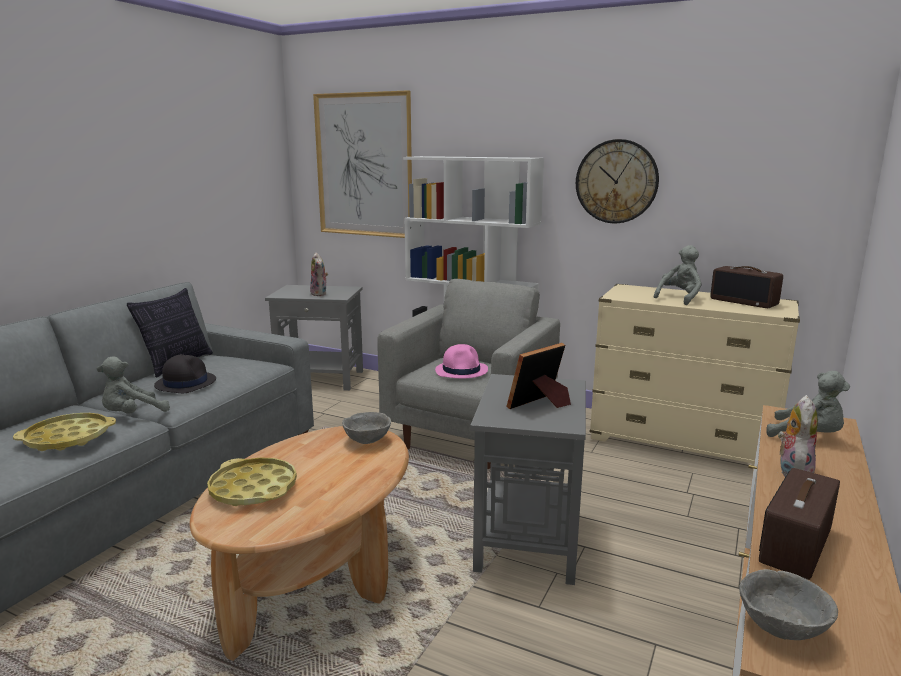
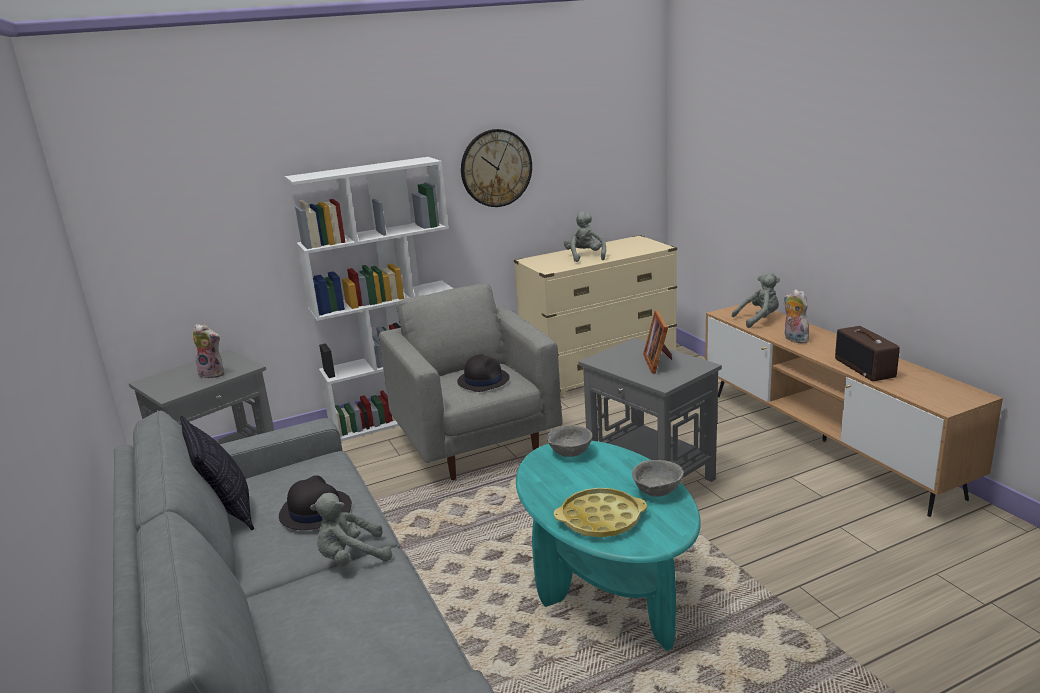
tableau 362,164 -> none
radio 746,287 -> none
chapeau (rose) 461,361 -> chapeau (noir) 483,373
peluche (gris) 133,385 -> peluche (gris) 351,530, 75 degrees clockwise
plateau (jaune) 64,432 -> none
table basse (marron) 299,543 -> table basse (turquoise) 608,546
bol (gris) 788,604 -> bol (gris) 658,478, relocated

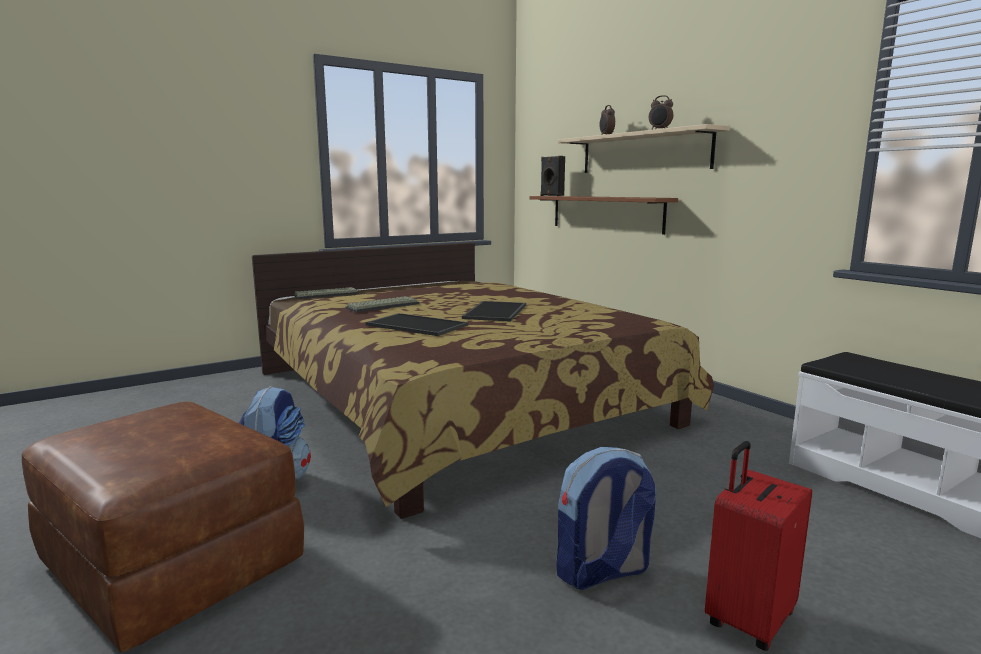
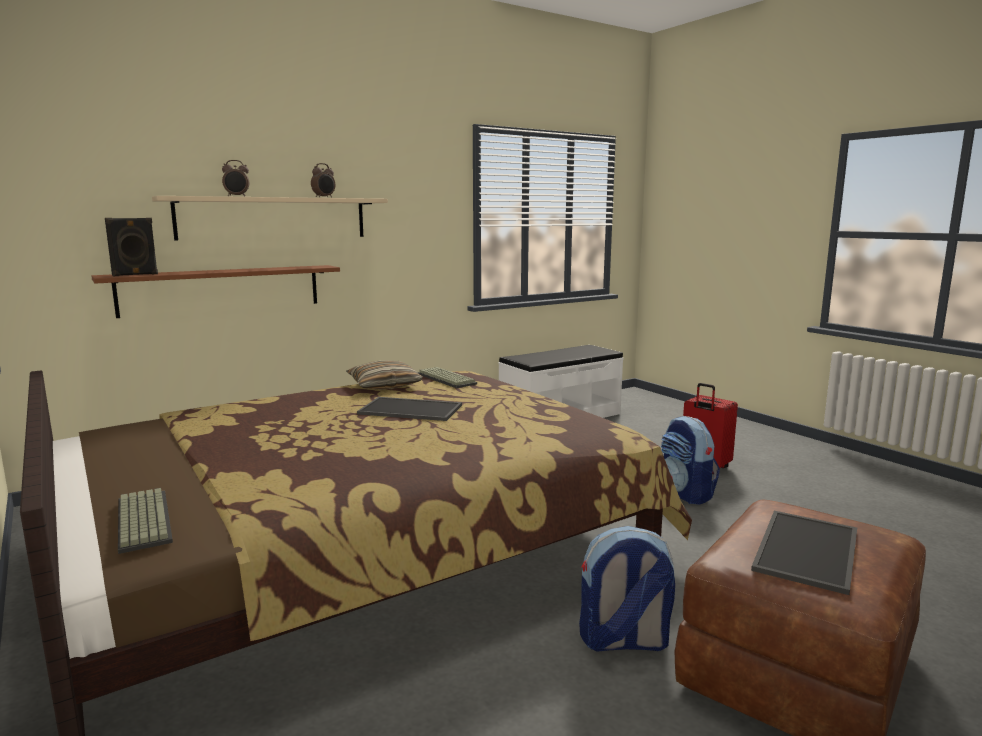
clavier 382,304 -> clavier 447,377, relocated
plateau 417,324 -> plateau 804,553, relocated
none -> coussin 384,375

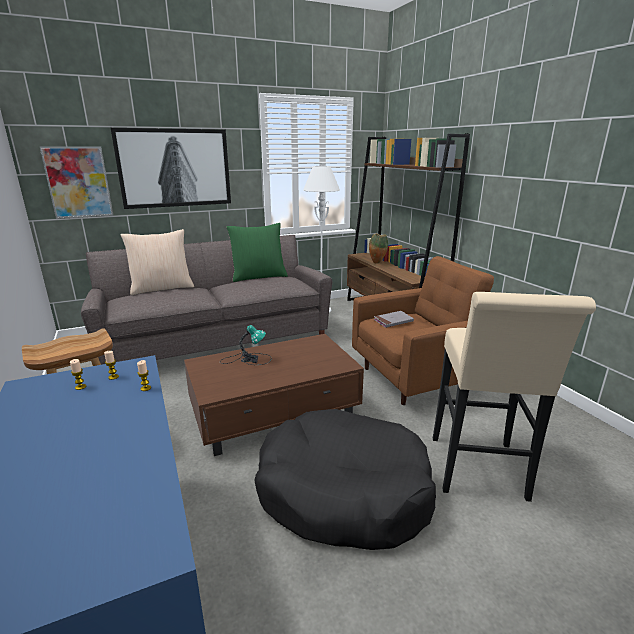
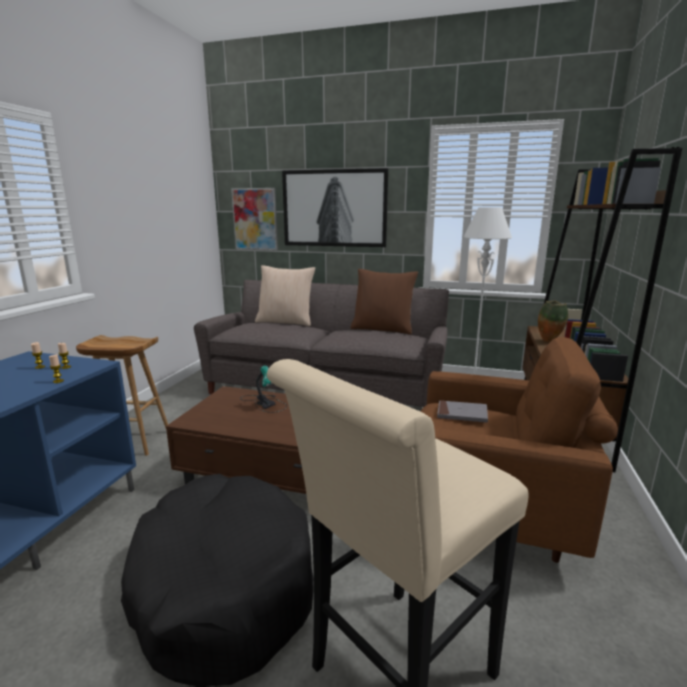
coussin (vert) 257,252 -> coussin (marron) 384,302

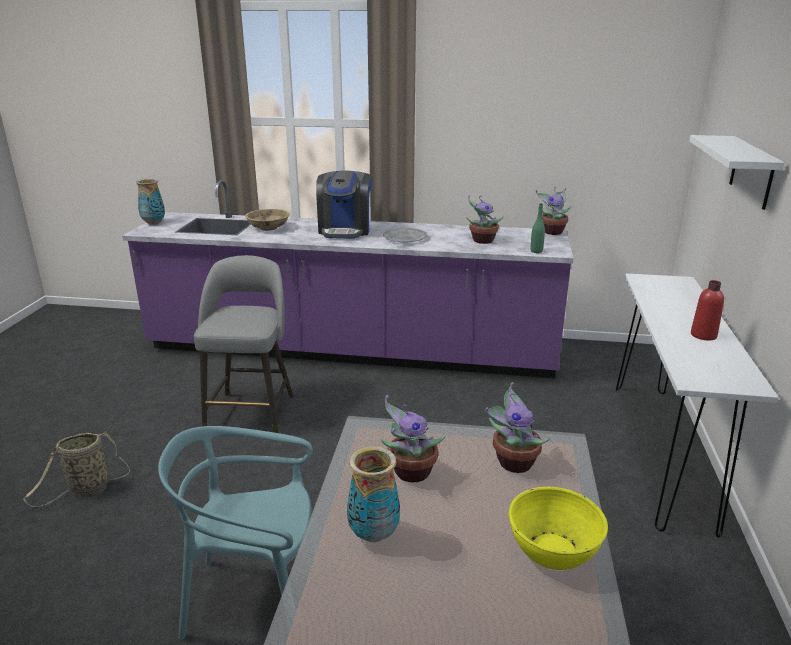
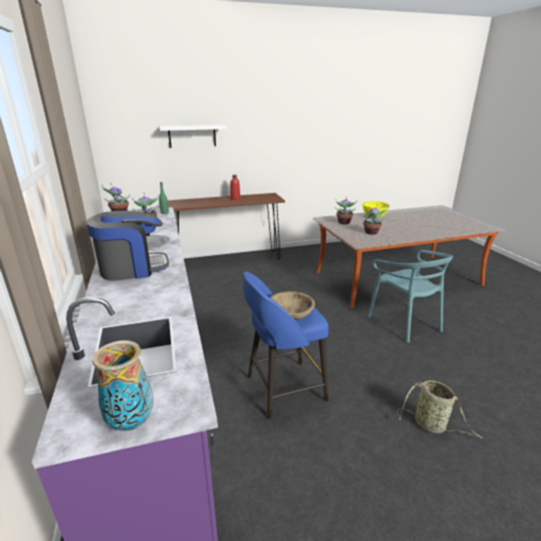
bol (beige) 267,220 -> bol (beige) 292,305, relocated
tabouret (gris) 244,344 -> tabouret (bleu) 286,345
table console (blanc) 697,405 -> table console (marron) 226,226
vase 373,494 -> none

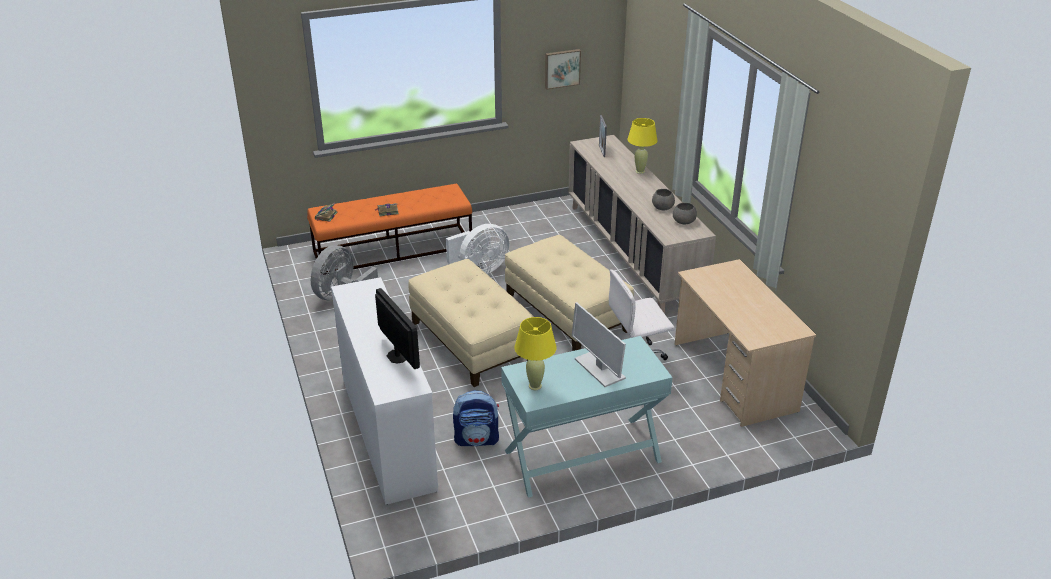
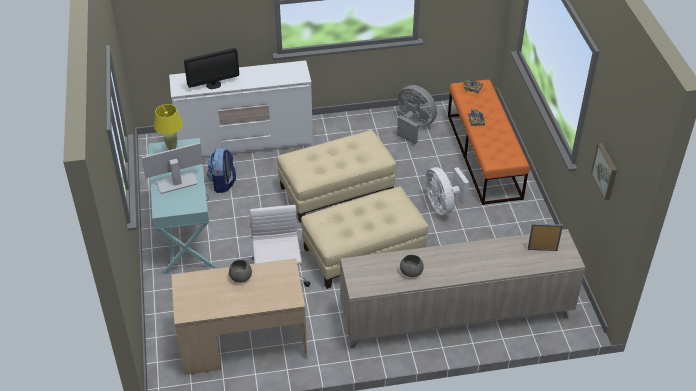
lampe de table (jaune) 642,146 -> none
bol (gris) 685,213 -> bol (gris) 240,271, relocated

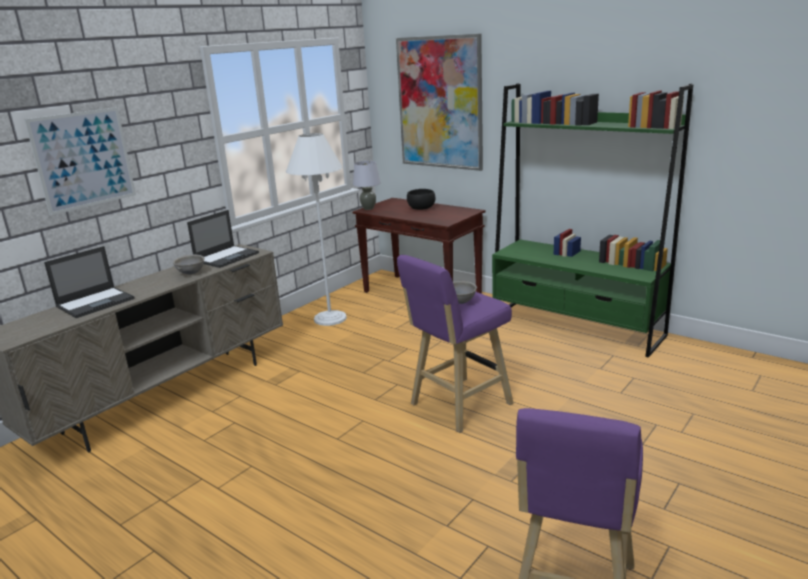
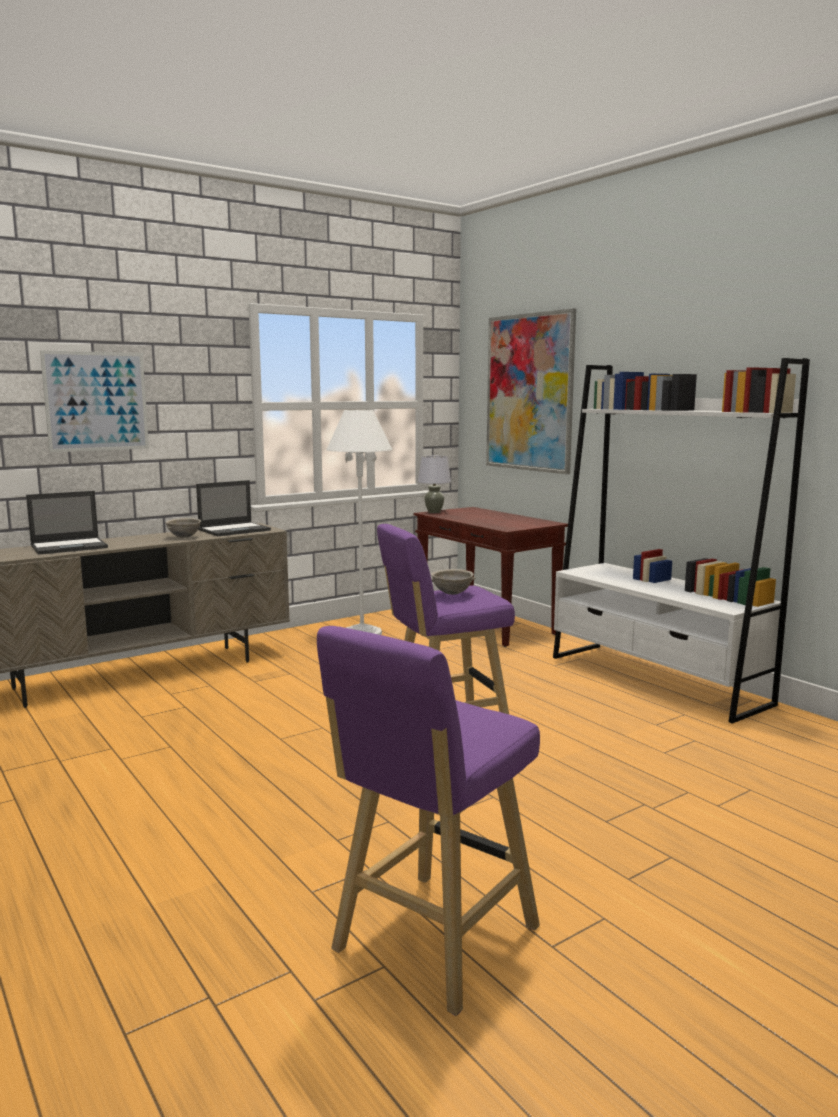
bibliothèque (vert) 592,220 -> bibliothèque (blanc) 681,541
bol (noir) 421,199 -> none

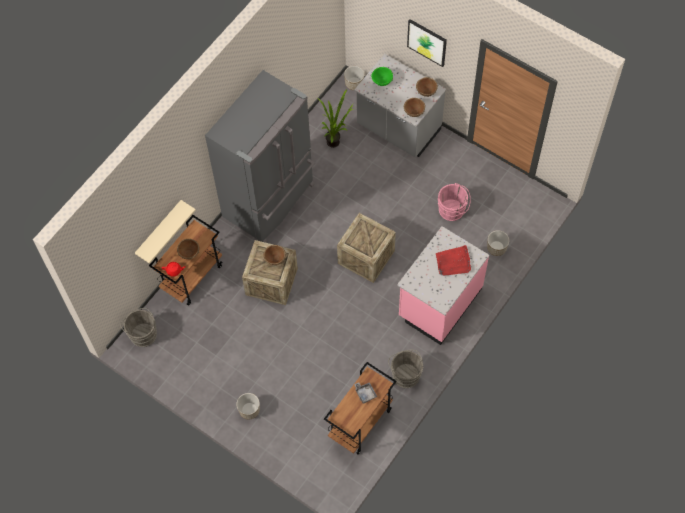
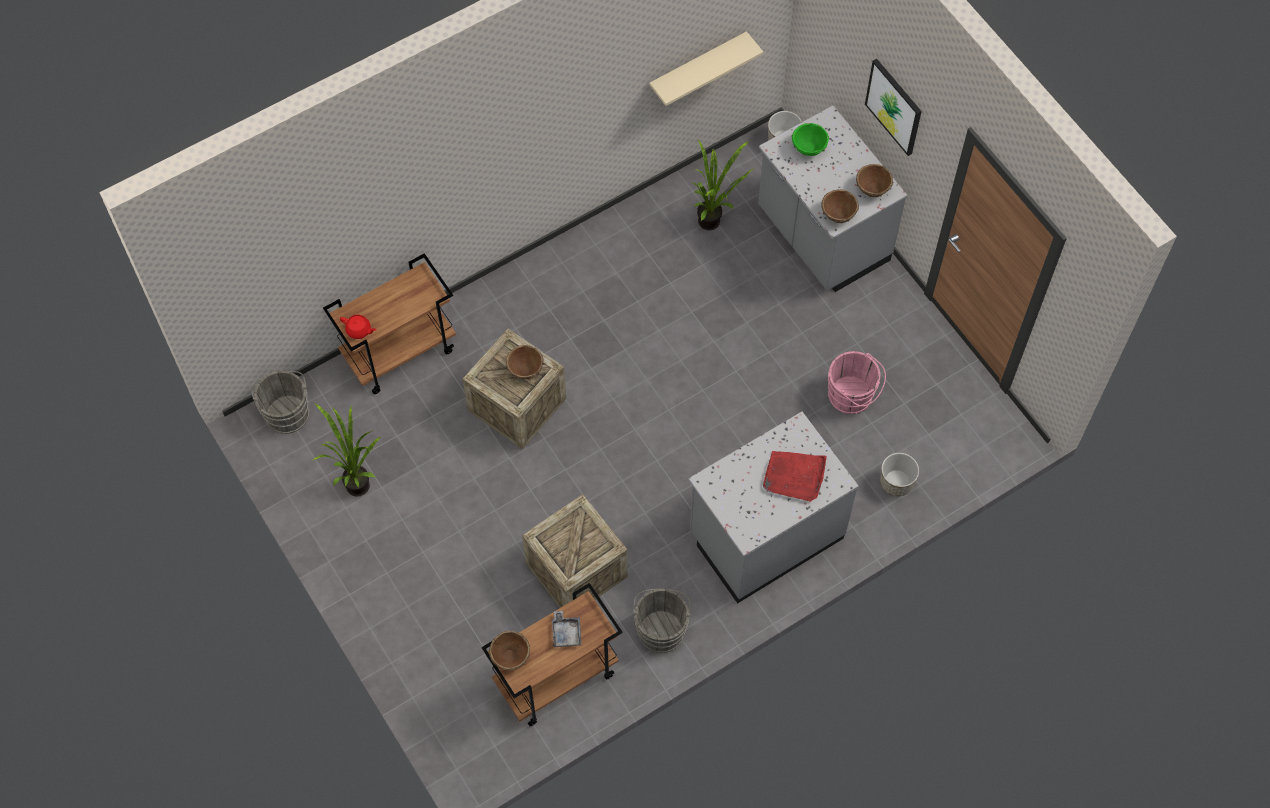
réfrigérateur (gris) 260,156 -> none
étagère (beige) 165,232 -> étagère (beige) 706,68, relocated
caisse 366,248 -> caisse 575,551, relocated
comptoir de cuisine (rose) 443,285 -> comptoir de cuisine (gris) 773,508
bol (marron) 188,249 -> bol (marron) 509,651, relocated
cache-pot 248,406 -> none
none -> plante en pot 346,450

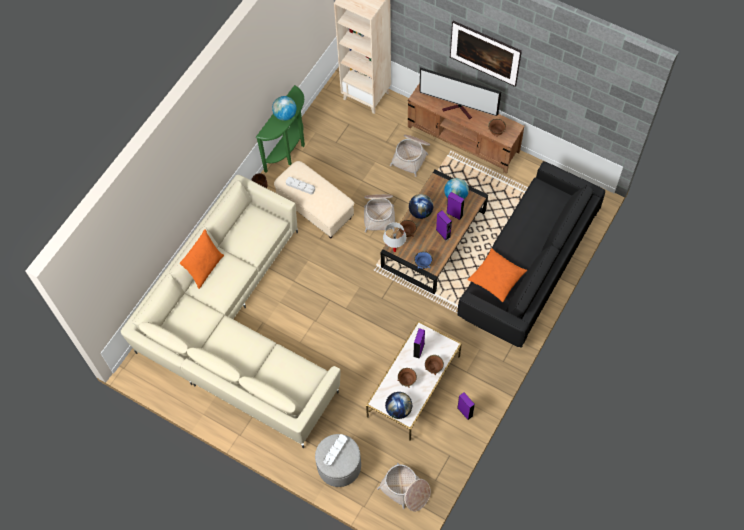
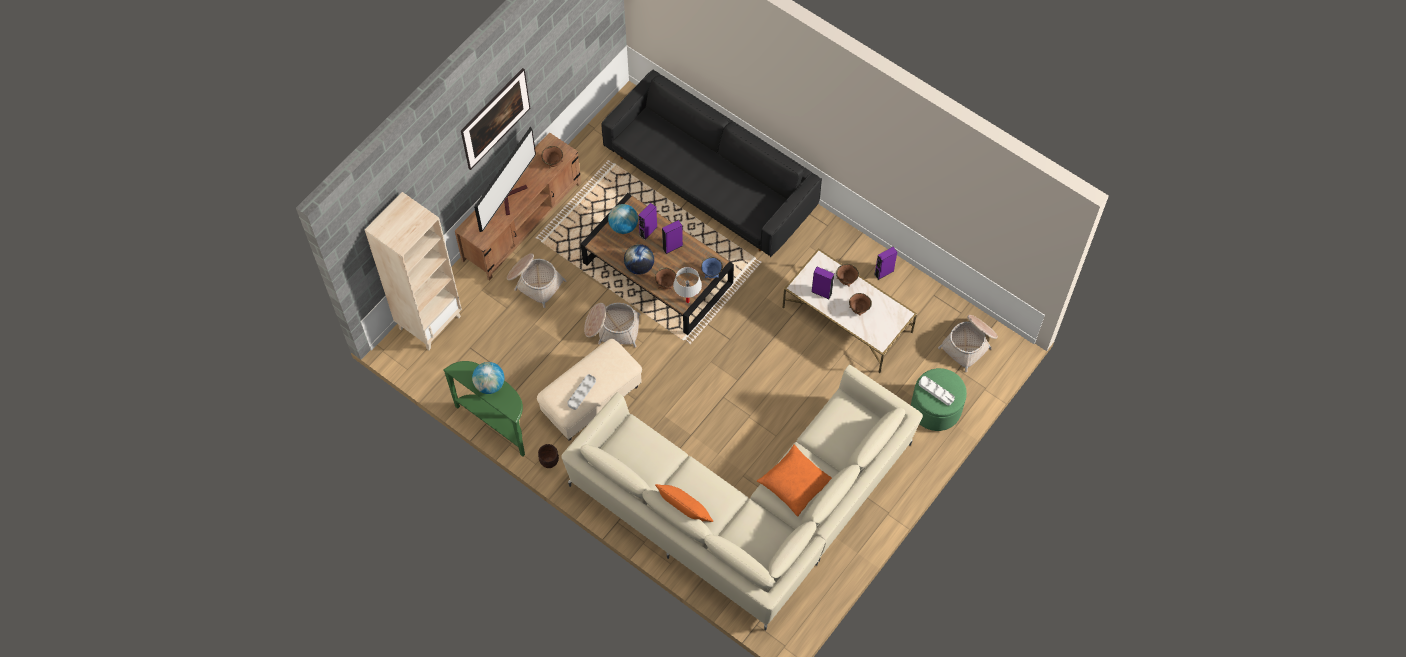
coussin (orange) 497,275 -> coussin (orange) 794,480, relocated
globe 398,405 -> none
pouf (gris) 338,460 -> pouf (vert) 939,399

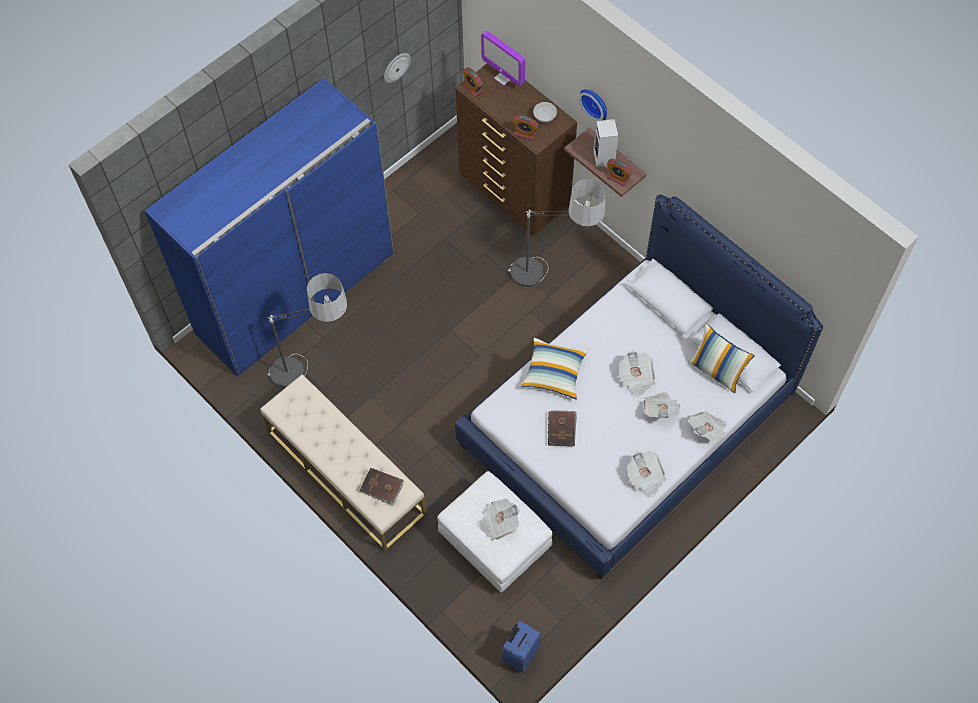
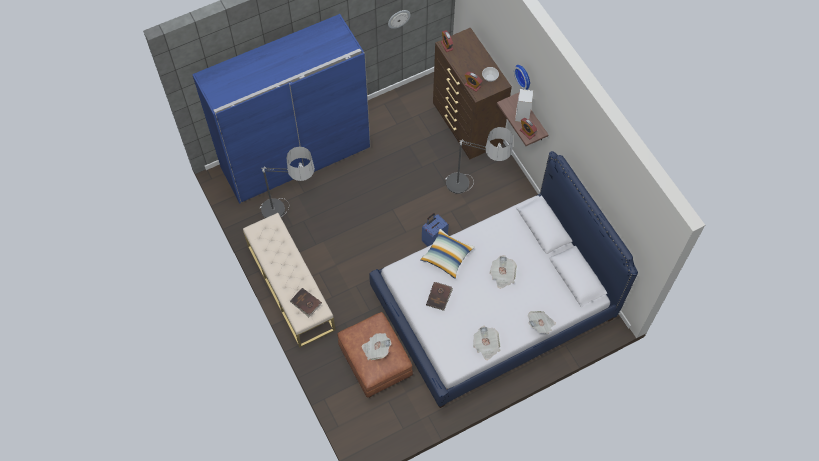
écran d'ordinateur 503,58 -> none
coussin 721,358 -> none
journal 662,406 -> none
pouf (blanc) 495,532 -> pouf (marron) 375,355
valise (bleu) 522,646 -> valise (bleu) 435,229, relocated

